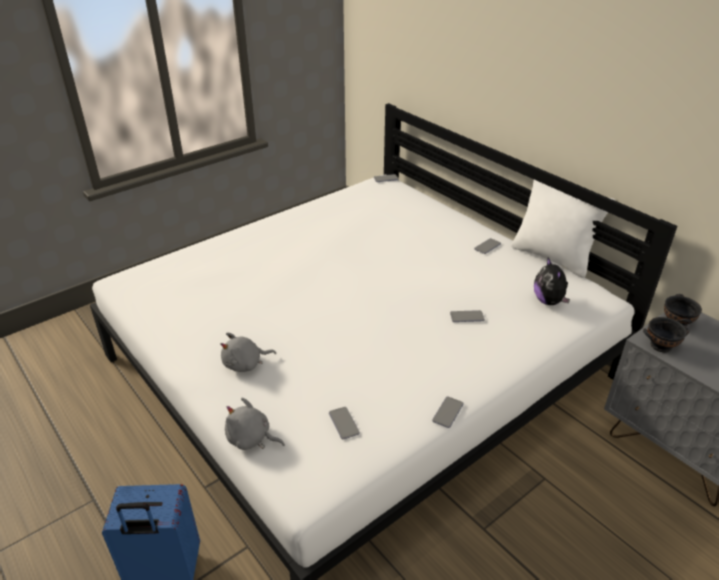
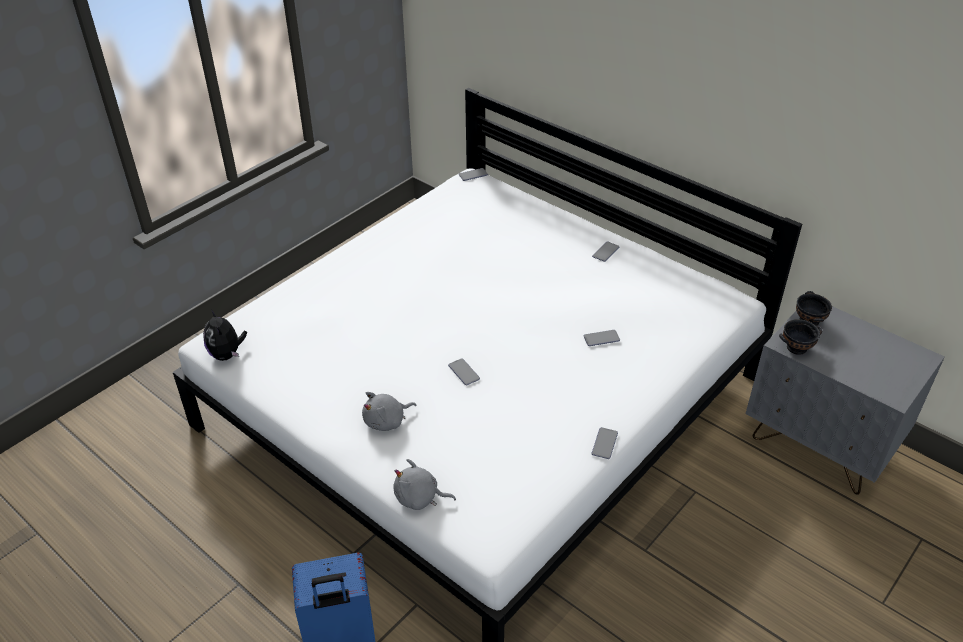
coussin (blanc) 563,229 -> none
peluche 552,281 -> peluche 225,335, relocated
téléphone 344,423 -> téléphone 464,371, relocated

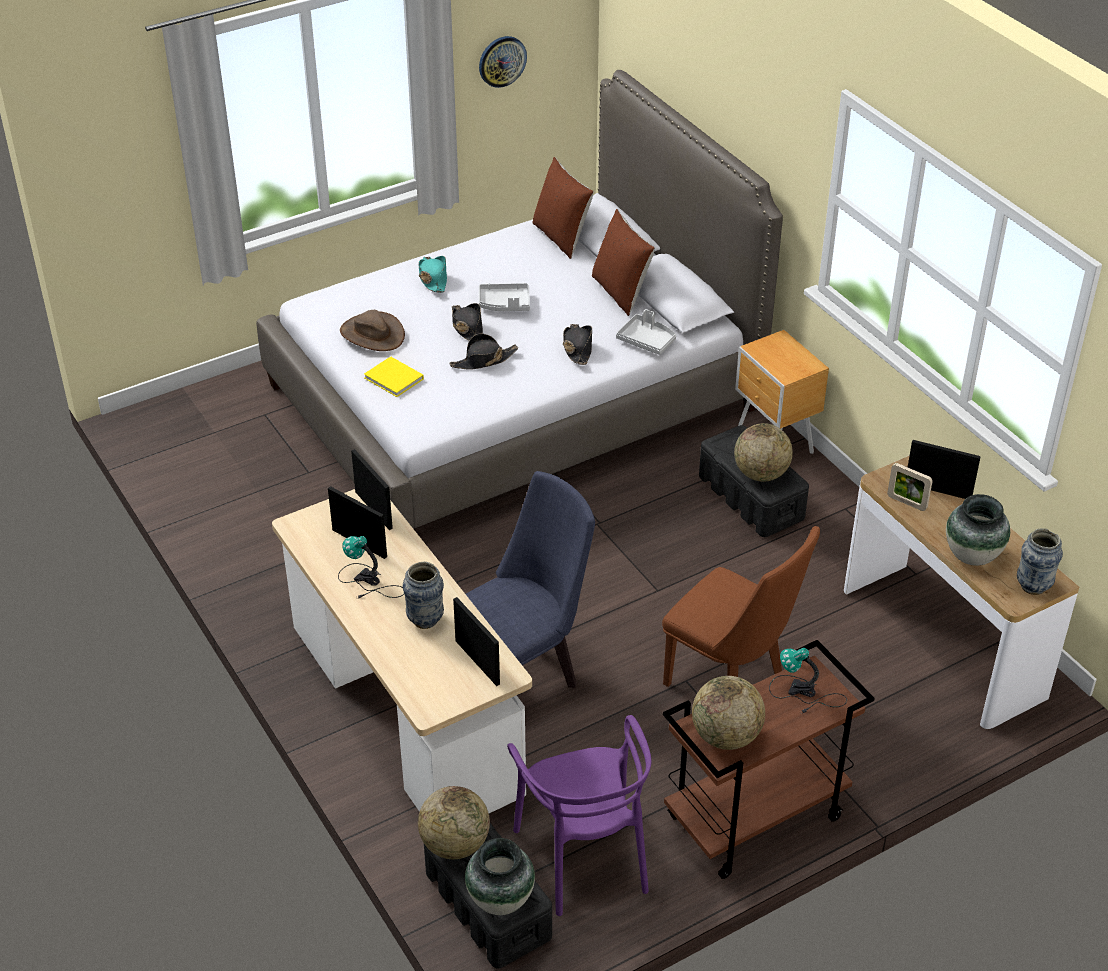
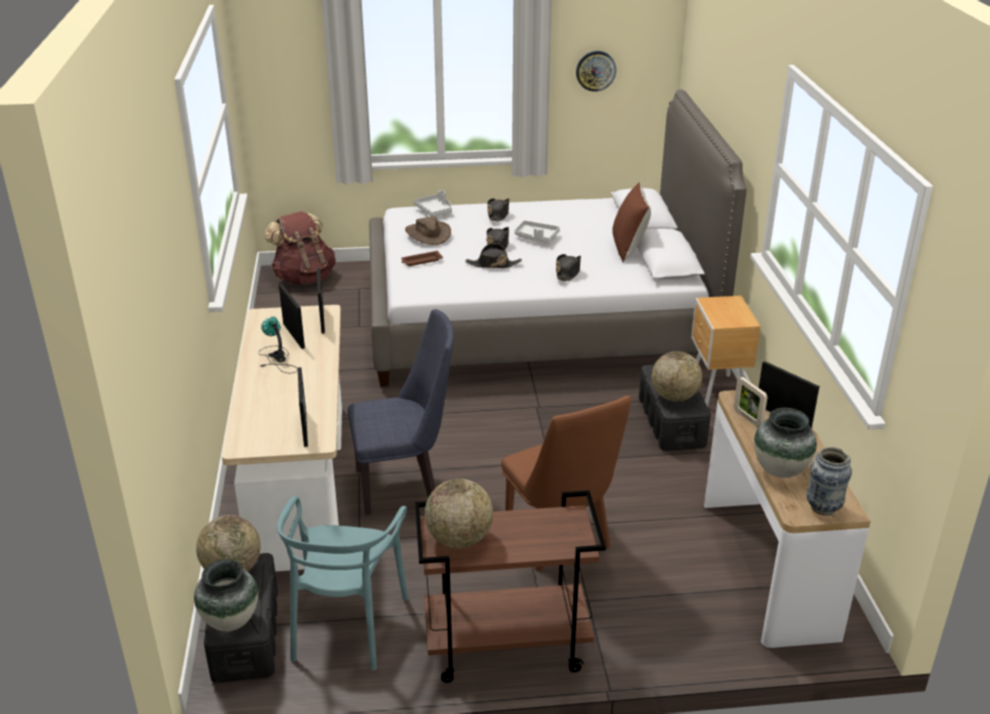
coussin (marron) 563,208 -> none
chapeau (turquoise) 433,274 -> chapeau (noir) 498,209
plateau (gris) 646,332 -> plateau (gris) 433,203, relocated
livre (jaune) 394,376 -> plateau (marron) 422,258
vase 423,595 -> none
lampe de table 808,680 -> none
chaise (violet) 579,815 -> chaise (turquoise) 342,583
none -> sac à dos (marron) 300,248

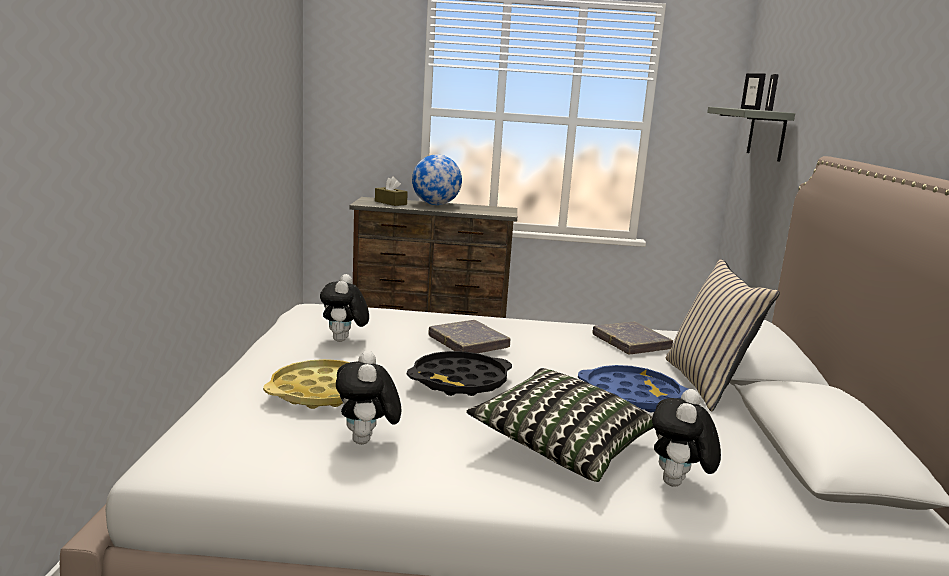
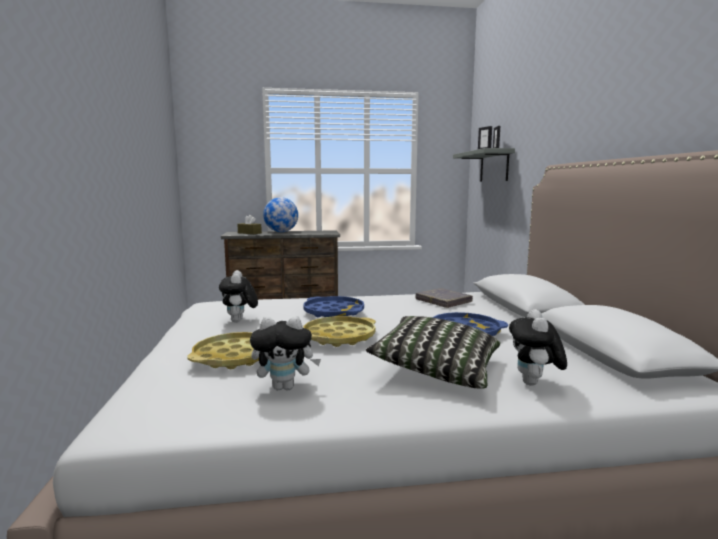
coussin (beige) 723,335 -> none
livre (gris) 469,336 -> plateau (bleu) 333,306
peluche 368,397 -> peluche 285,353, 75 degrees counterclockwise
plateau (noir) 459,373 -> plateau (jaune) 340,331

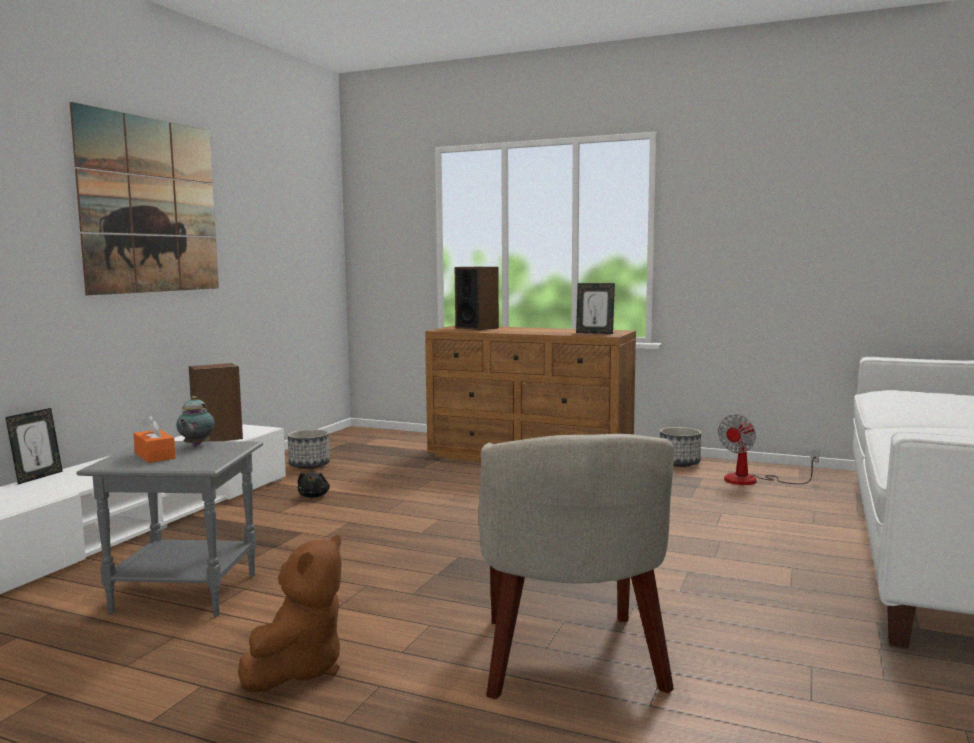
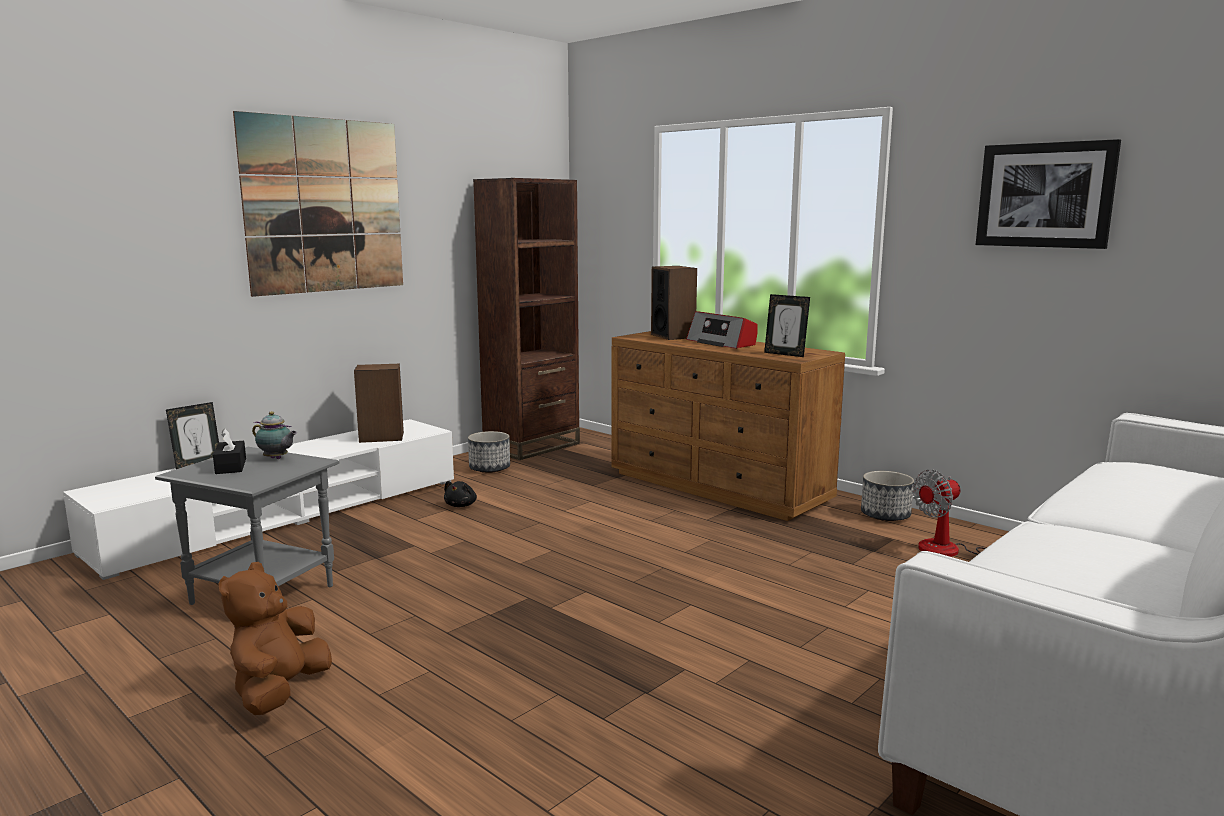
théière 195,421 -> théière 274,435, 90 degrees counterclockwise
boîte à mouchoirs (orange) 154,439 -> boîte à mouchoirs (noir) 229,451
fauteuil (beige) 576,566 -> none
peluche (marron) 290,613 -> peluche (marron) 275,638, 150 degrees clockwise
none -> tableau 1048,194
none -> bibliothèque (marron) 526,319
none -> radio 721,330

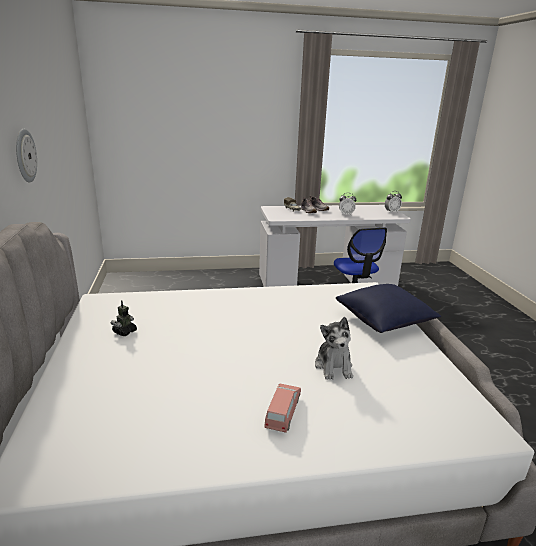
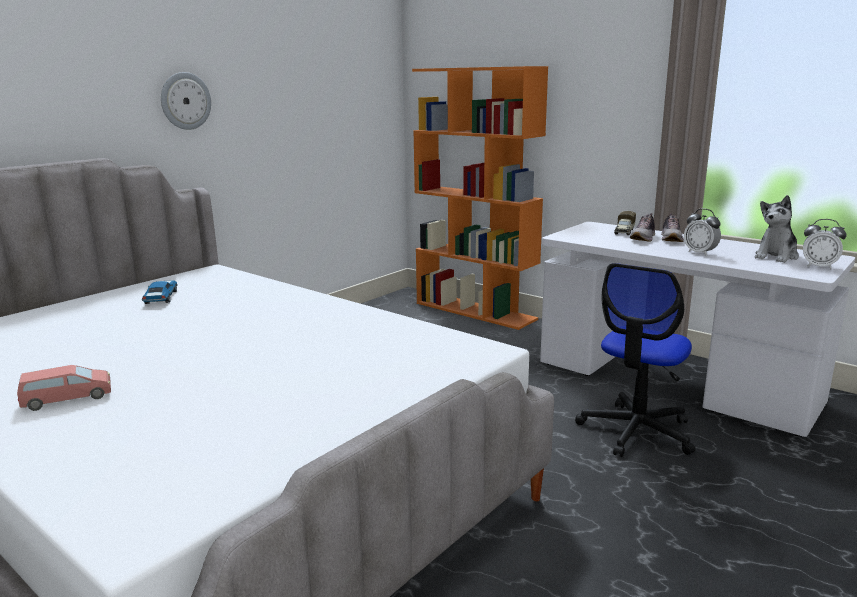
coussin (bleu) 388,308 -> none
robot jouet 123,318 -> petite voiture 160,292
peluche 334,348 -> peluche 777,229, relocated
none -> bibliothèque (orange) 480,198

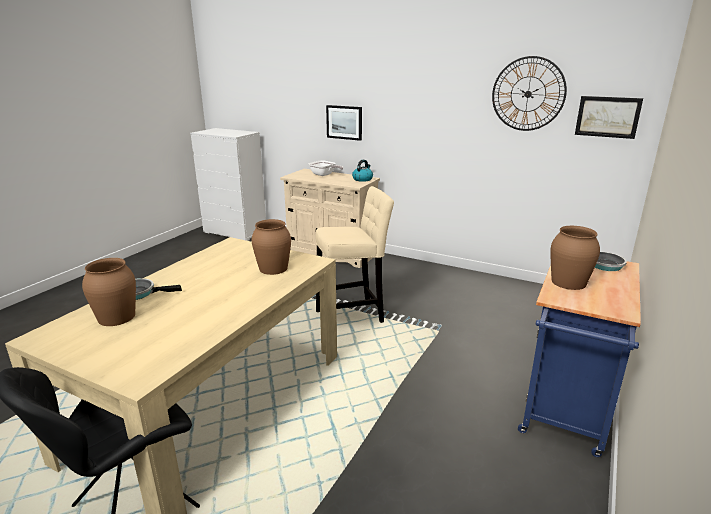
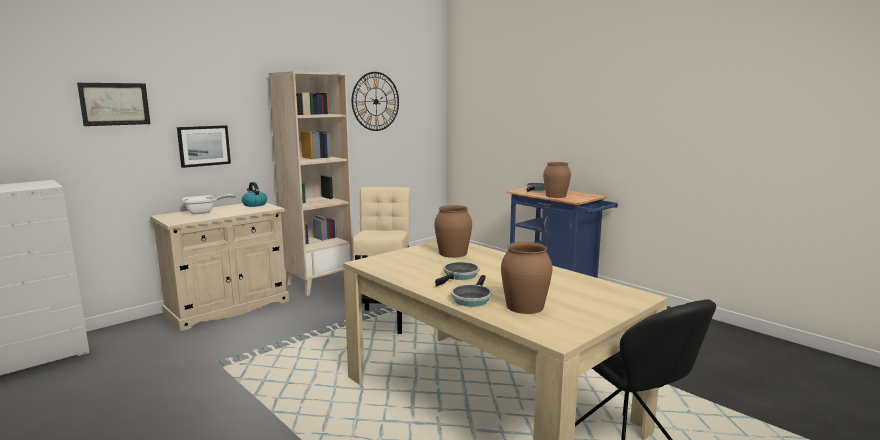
tableau 609,117 -> tableau 113,104, relocated
none -> bibliothèque (beige) 311,183
none -> poêle 457,274

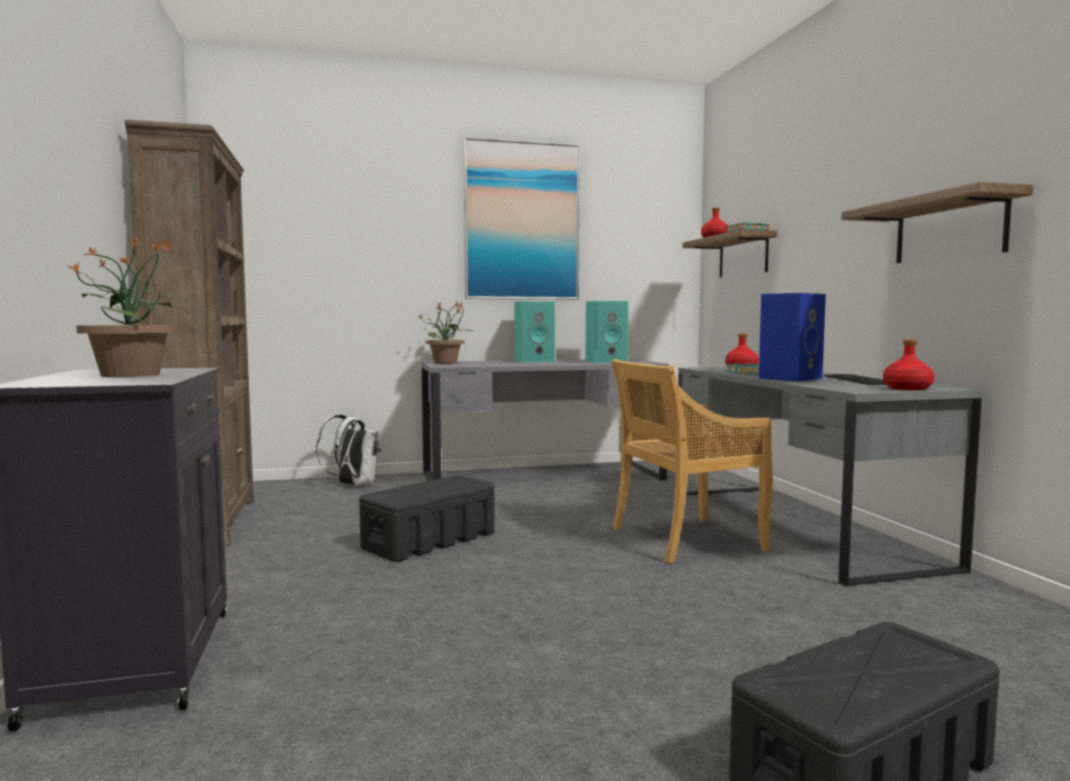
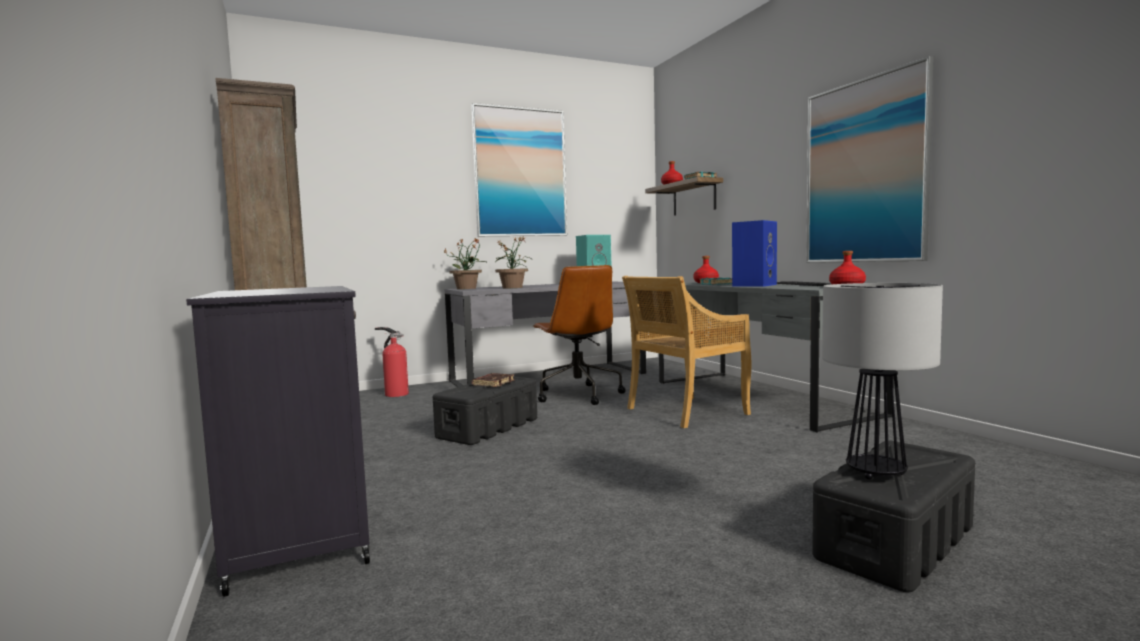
étagère 937,222 -> tableau 870,159
plante en pot 127,307 -> plante en pot 513,262, relocated
enceinte (turquoise) 535,331 -> none
sac à dos (blanc) 348,450 -> extincteur 392,362
none -> chaise de bureau (marron) 579,335
none -> lampe de table 882,381
none -> livre (marron) 493,380

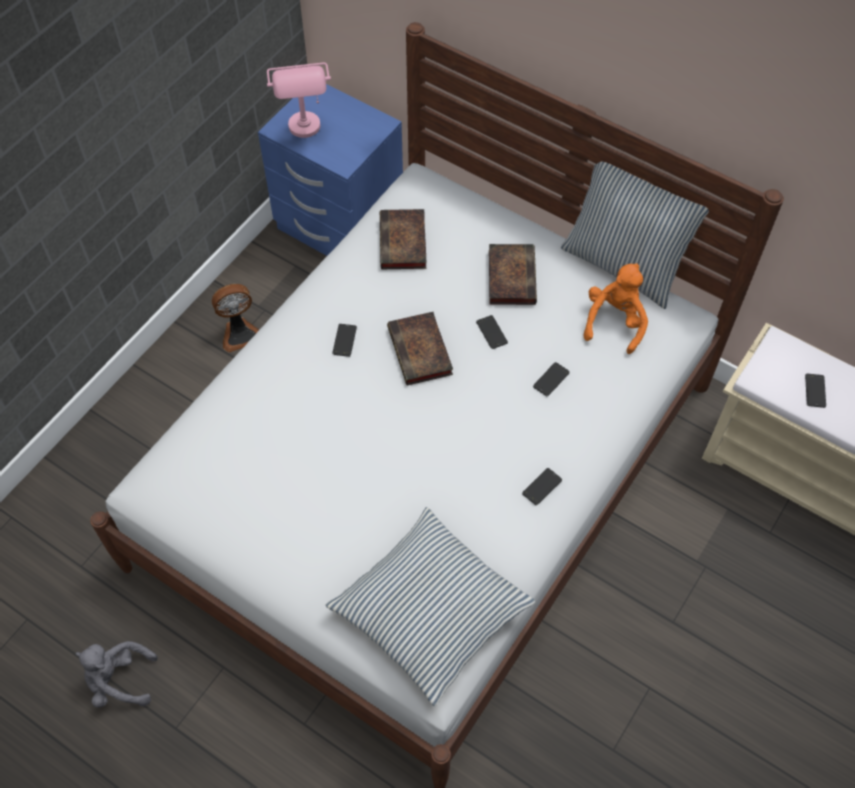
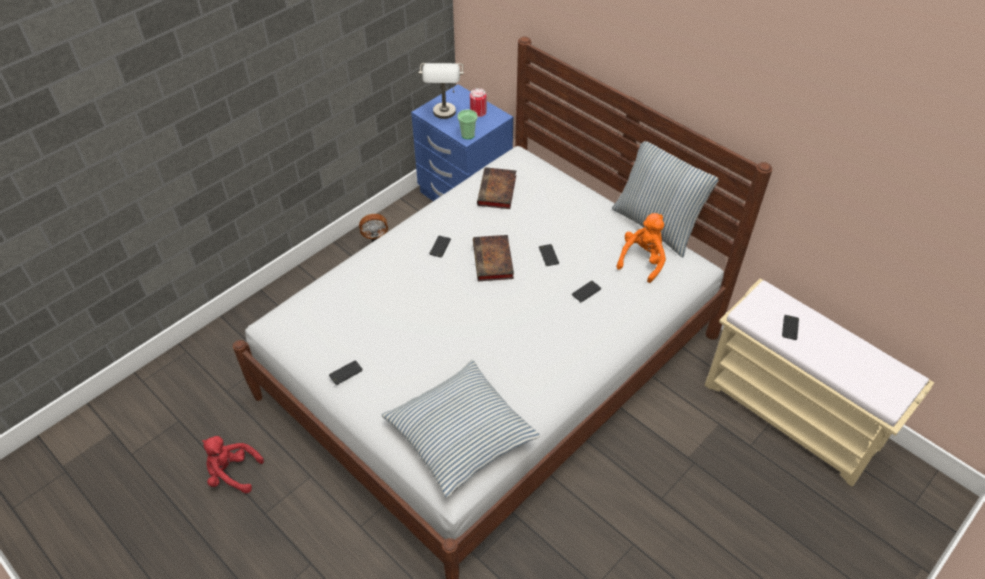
lampe de table (rose) 299,100 -> lampe de table (gris) 441,91
livre 513,274 -> none
téléphone 542,486 -> téléphone 346,372, relocated
peluche (gris) 117,674 -> peluche (rouge) 233,464
none -> boîte métallique 478,102
none -> tasse 467,124

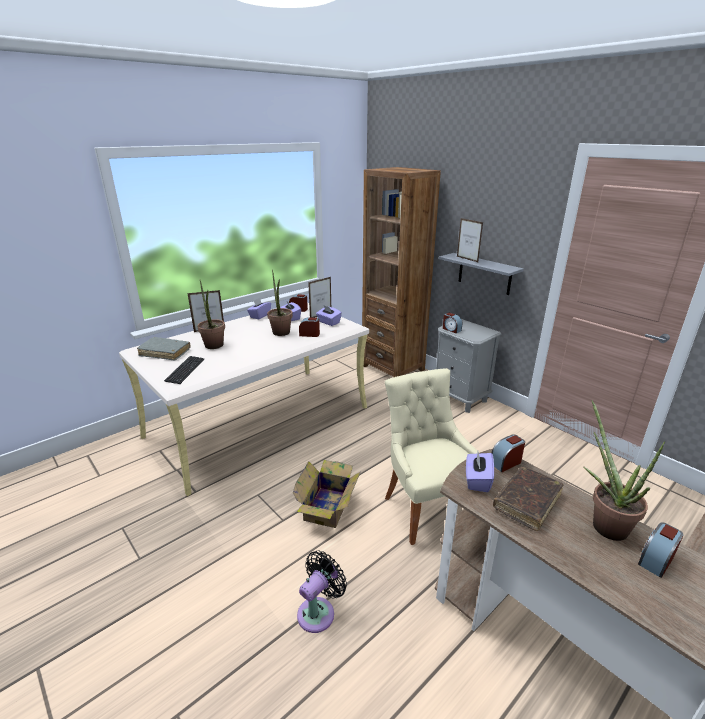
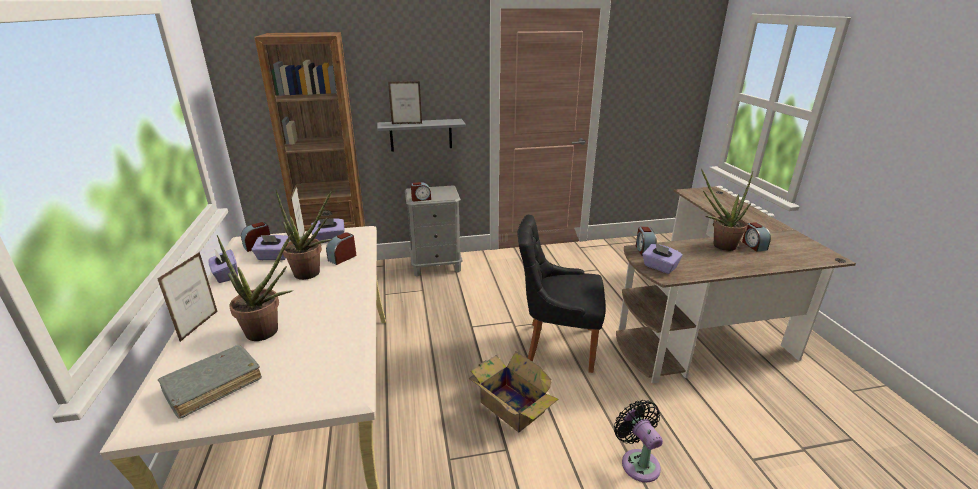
clavier 184,370 -> none
chaise (beige) 431,456 -> chaise (noir) 561,294
livre (marron) 528,499 -> none

